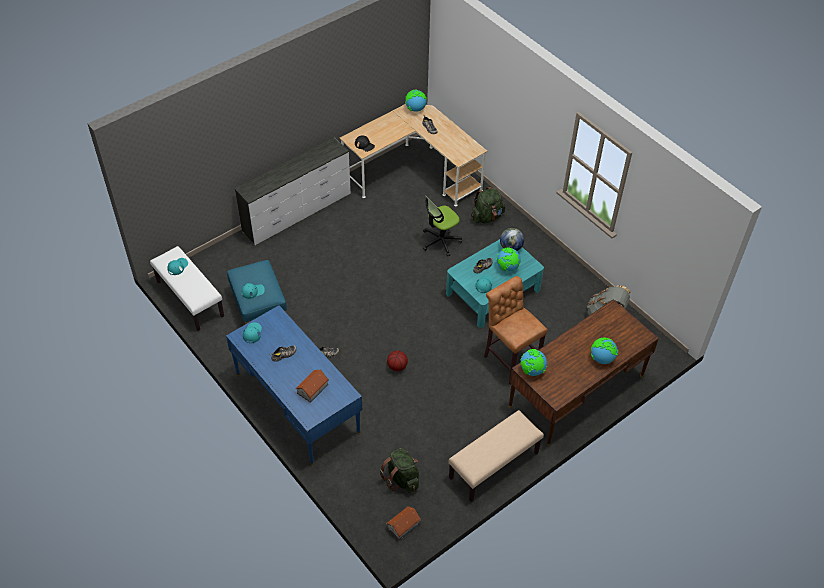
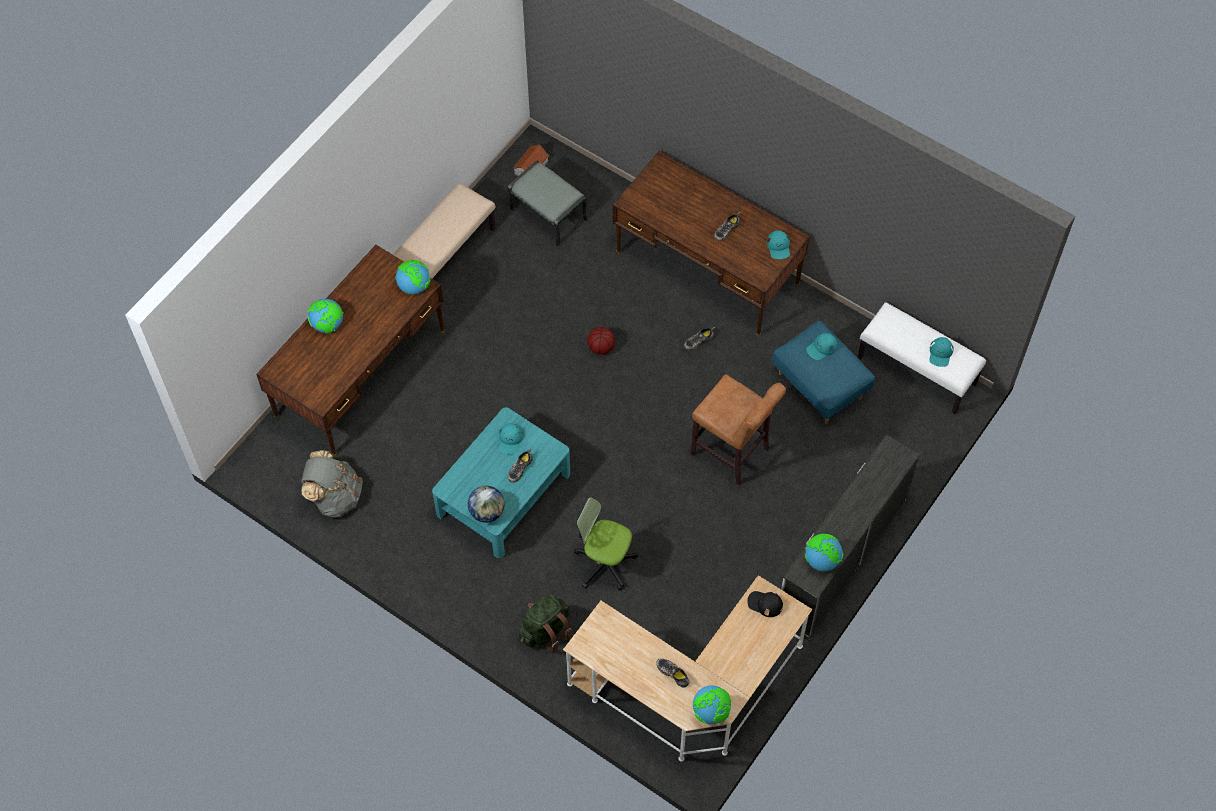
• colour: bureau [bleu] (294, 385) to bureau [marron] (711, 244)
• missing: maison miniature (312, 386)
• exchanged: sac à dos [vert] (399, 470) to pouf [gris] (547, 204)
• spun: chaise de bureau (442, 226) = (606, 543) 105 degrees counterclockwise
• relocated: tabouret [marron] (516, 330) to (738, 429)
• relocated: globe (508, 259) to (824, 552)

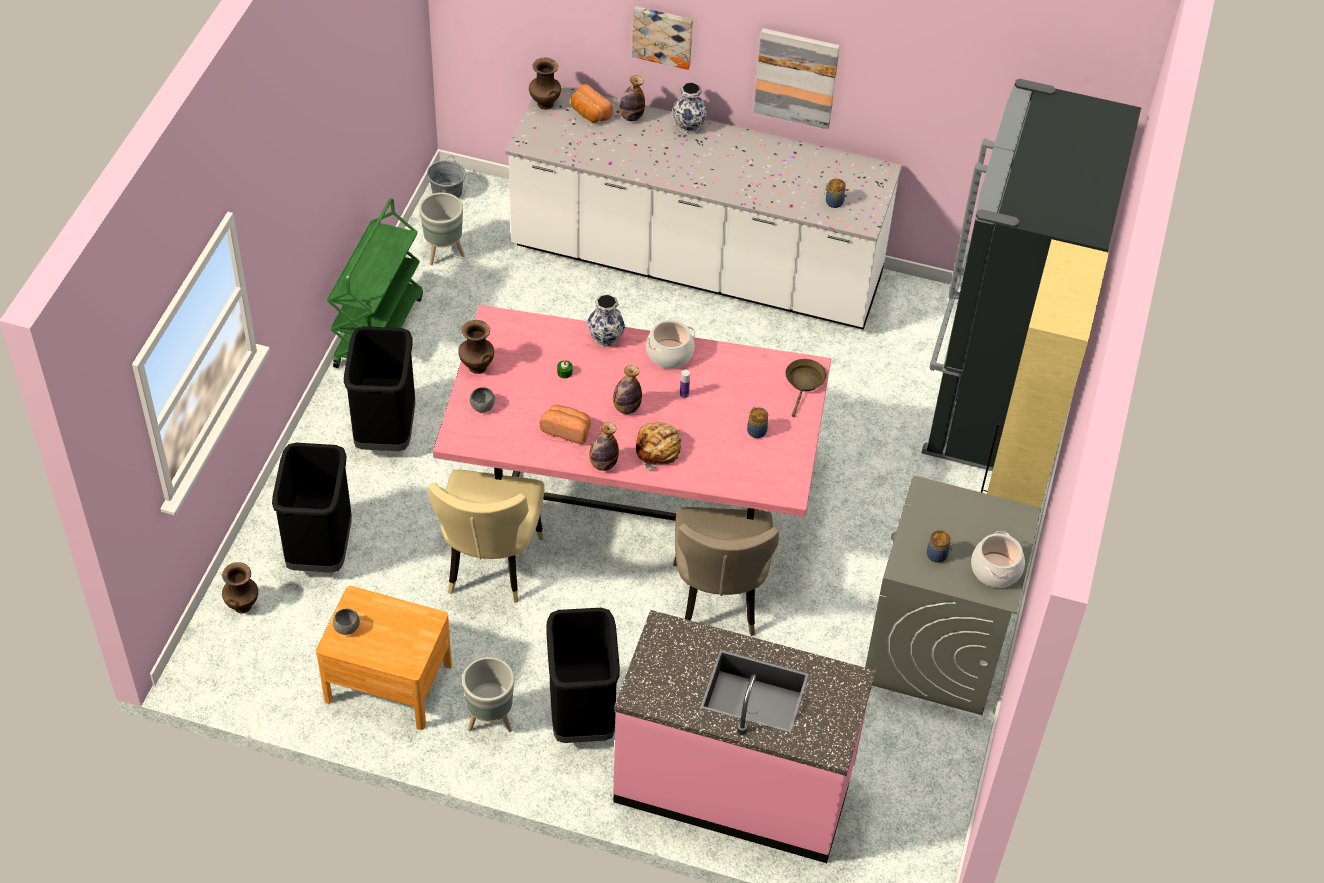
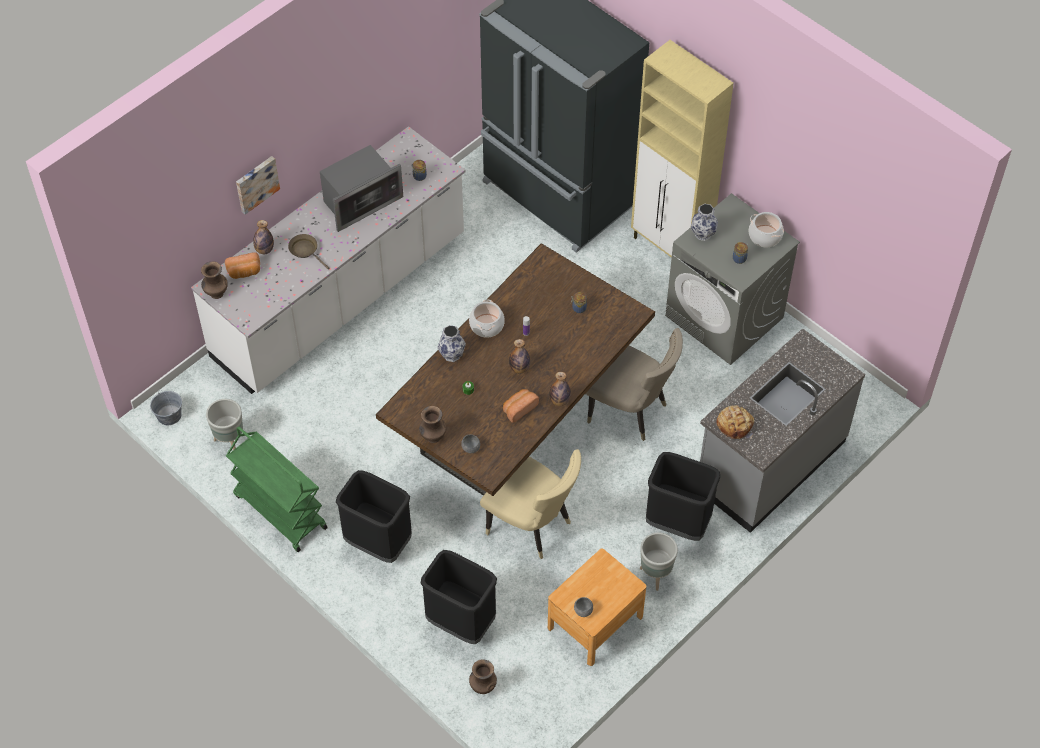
• colour: table à manger [rose] (632, 413) to table à manger [marron] (515, 369)
• colour: comptoir de cuisine [rose] (744, 736) to comptoir de cuisine [gris] (782, 430)
• relocated: pain (658, 446) to (735, 422)
• relocated: vase (689, 108) to (704, 222)
• missing: tableau (797, 78)
• relocated: poêle [marron] (805, 388) to (308, 251)
• appeared: micro-ondes (361, 188)

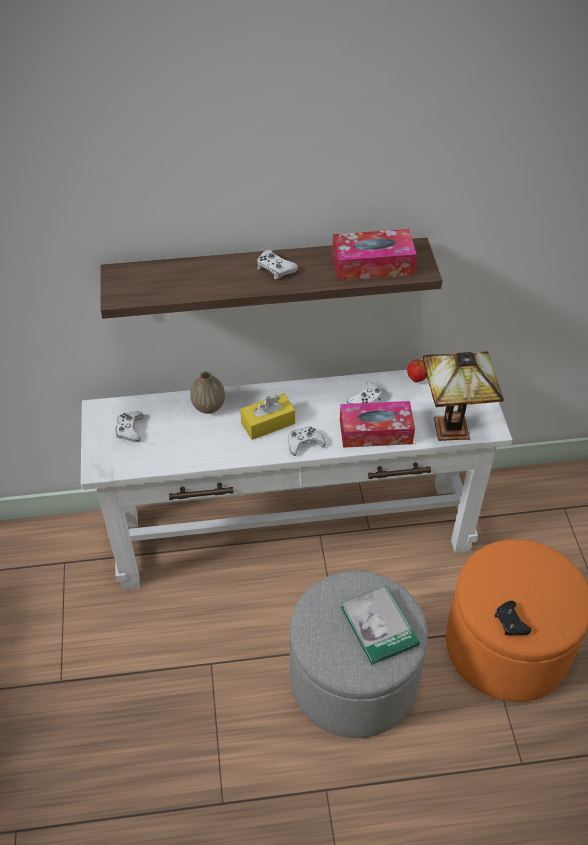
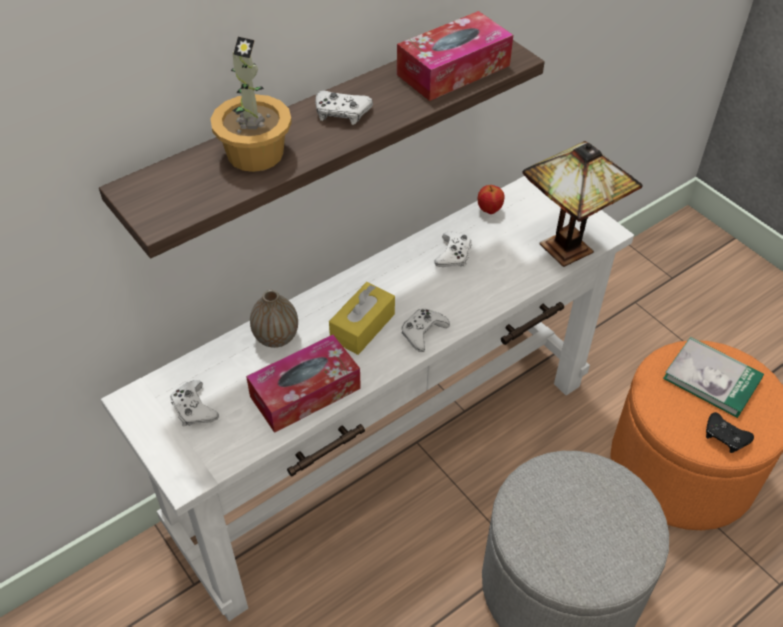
• relocated: boîte à mouchoirs (377, 424) to (303, 384)
• relocated: livre (380, 625) to (713, 377)
• appeared: plante en pot (251, 104)

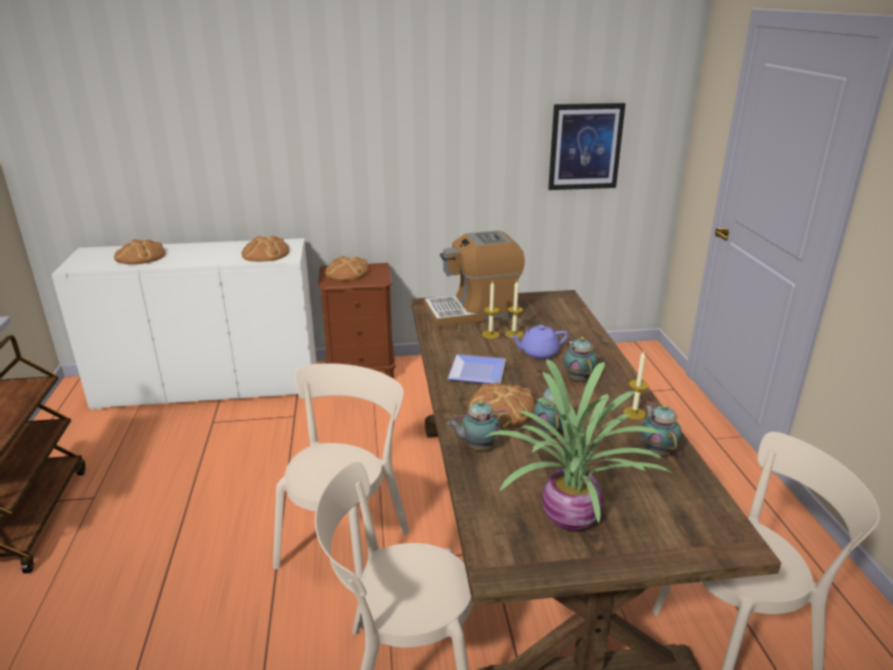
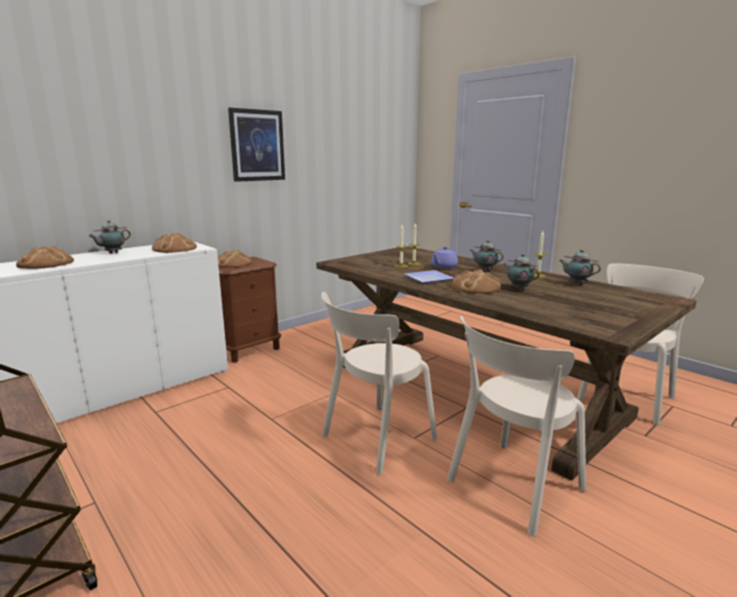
• spun: chaise [beige] (341, 472) = (379, 383) 120 degrees counterclockwise
• missing: machine à café (474, 278)
• relocated: théière (479, 425) to (110, 237)
• missing: plante en pot (578, 445)
• relocated: tableau (587, 146) to (256, 145)

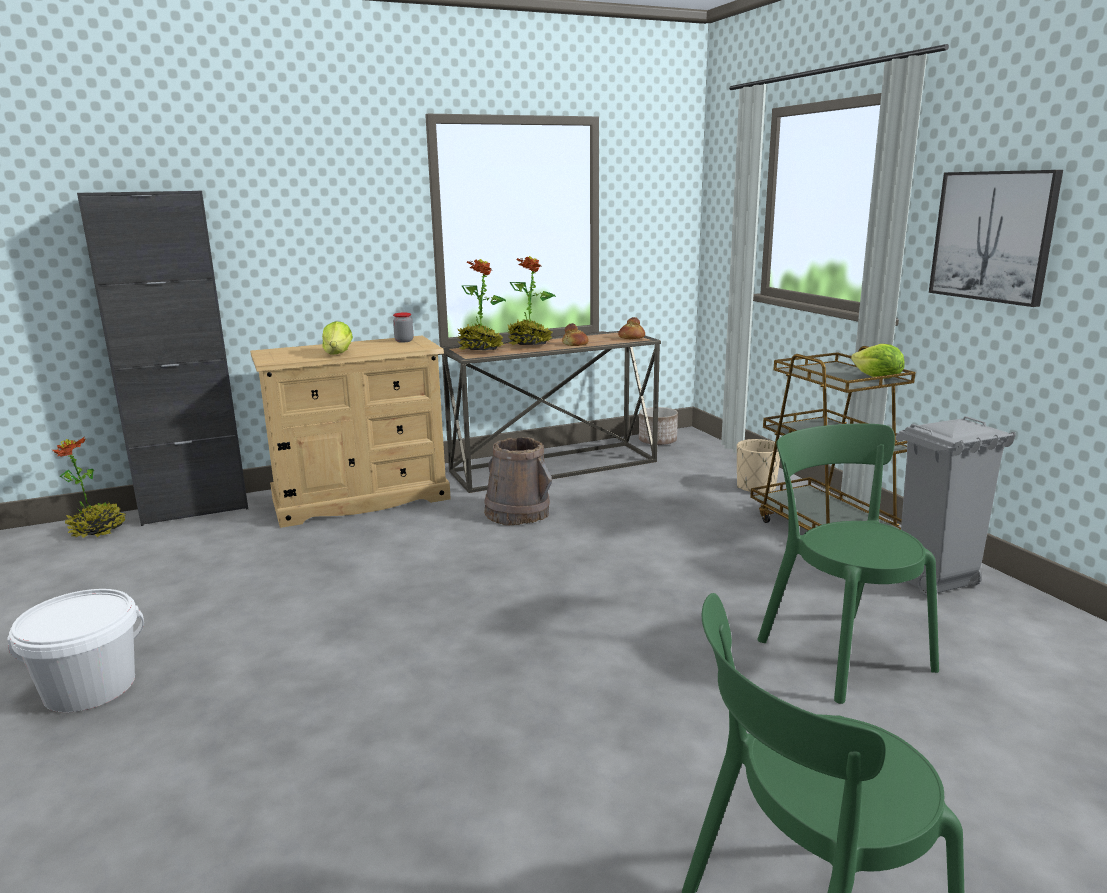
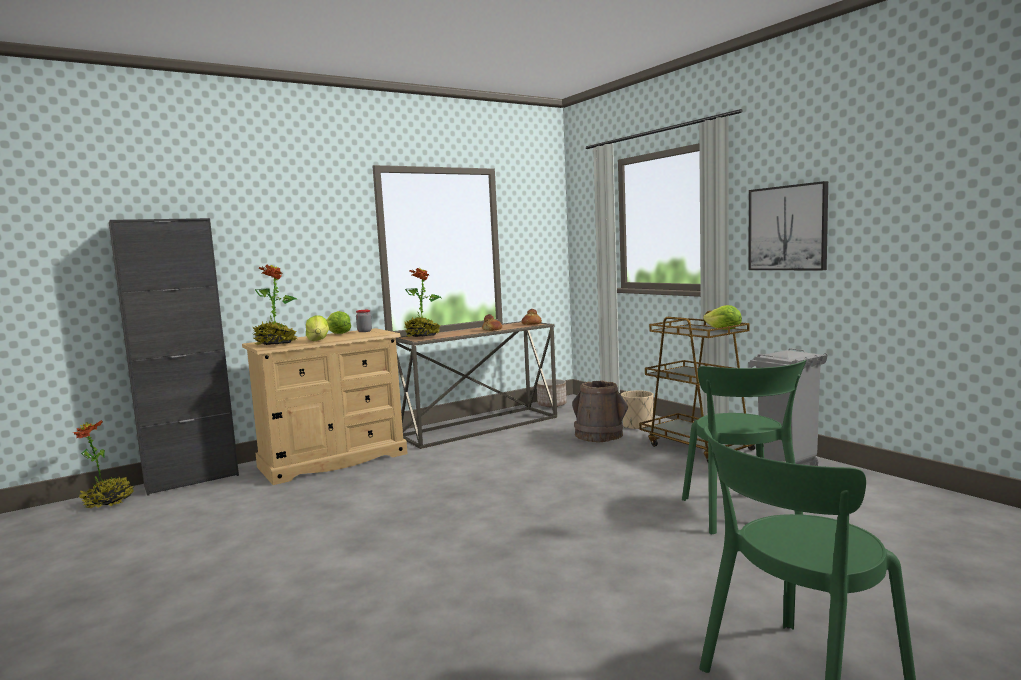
• missing: seau [blanc] (75, 651)
• relocated: seau [marron] (518, 481) to (600, 411)
• relocated: plante en pot (531, 300) to (275, 305)
• spun: chaise [vert] (848, 564) = (744, 447) 150 degrees counterclockwise
• appeared: laitue (339, 322)

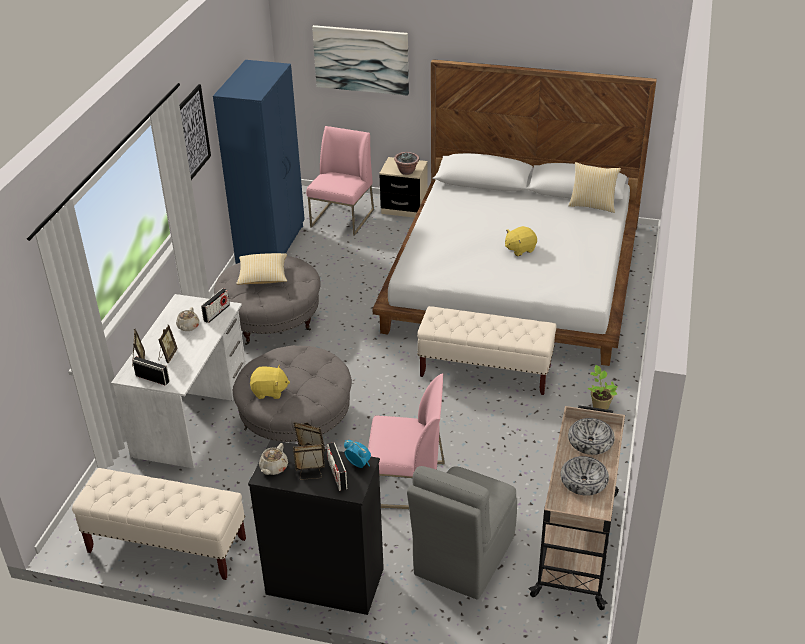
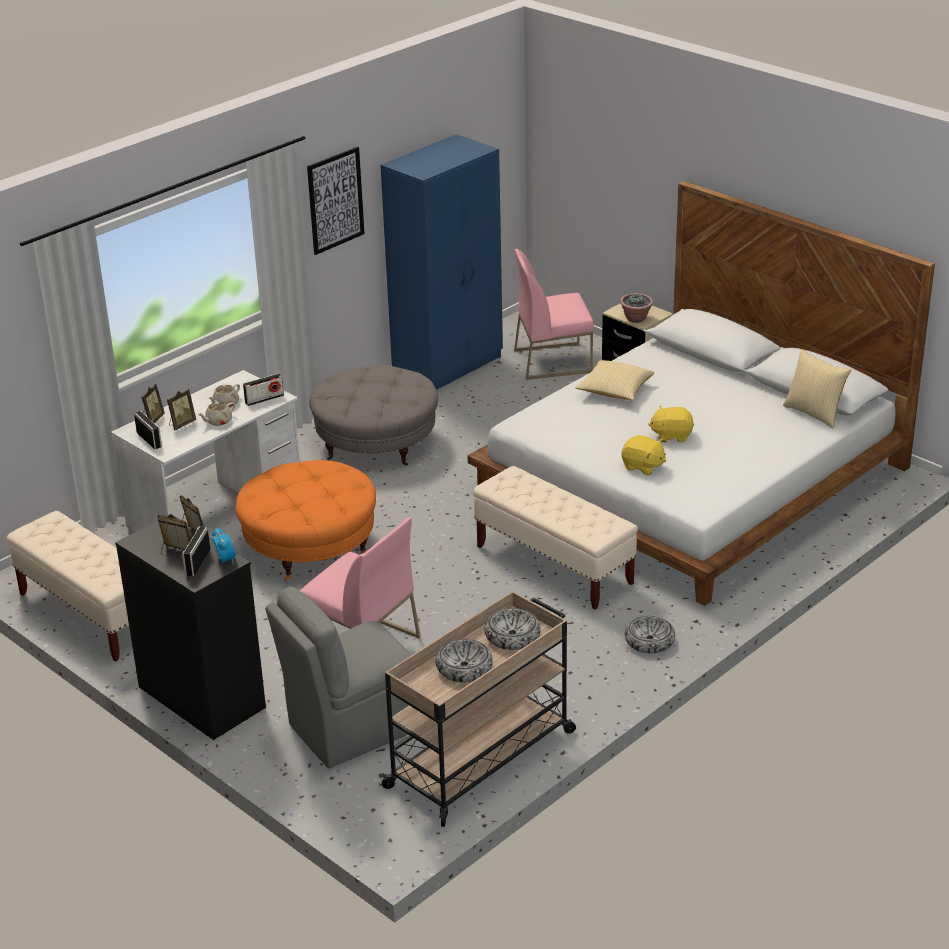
• colour: pouf [gris] (292, 393) to pouf [orange] (305, 520)
• relocated: coussin (261, 269) to (615, 380)
• relocated: peluche [jaune] (270, 382) to (644, 455)
• relocated: théière [beige] (273, 459) to (216, 414)
• spun: chaise [rose] (340, 181) = (554, 314) 150 degrees counterclockwise
• missing: tableau (360, 60)
• exchanged: plante en pot (602, 387) to bol (650, 634)

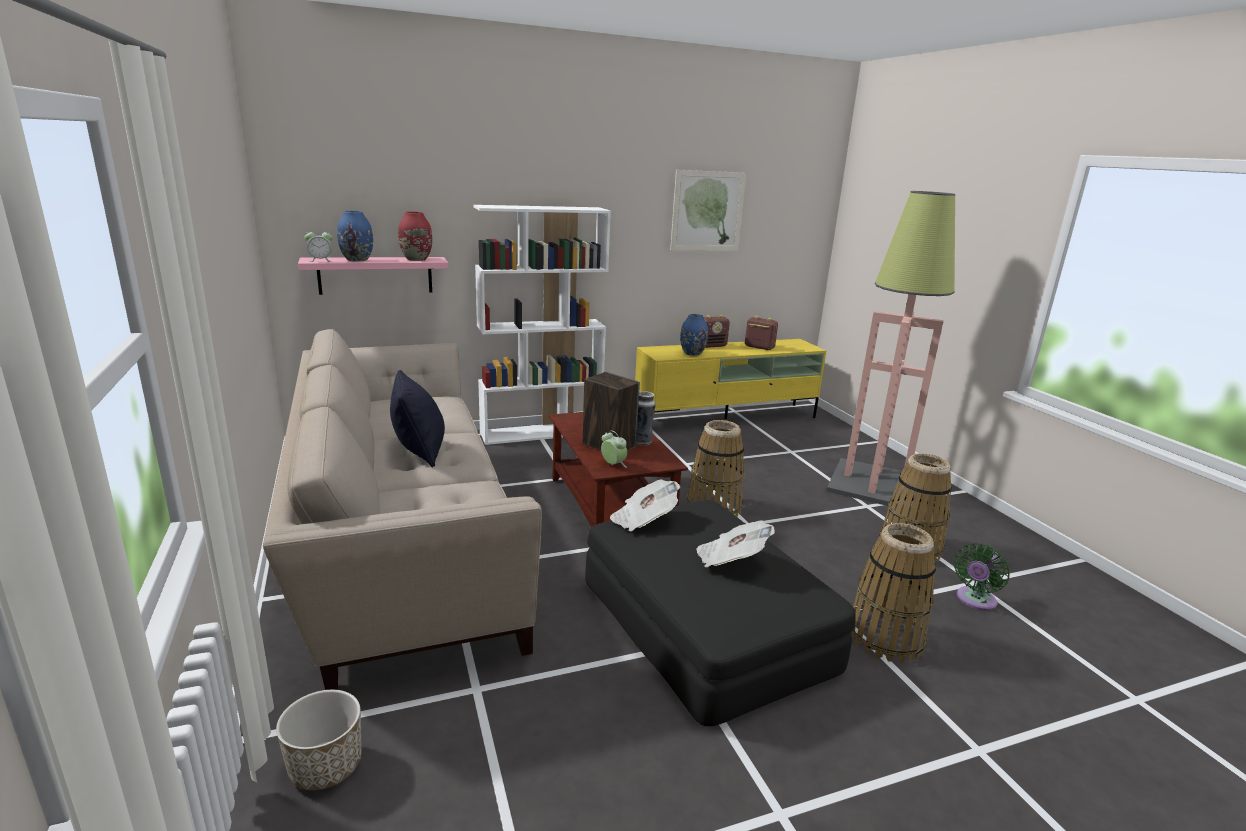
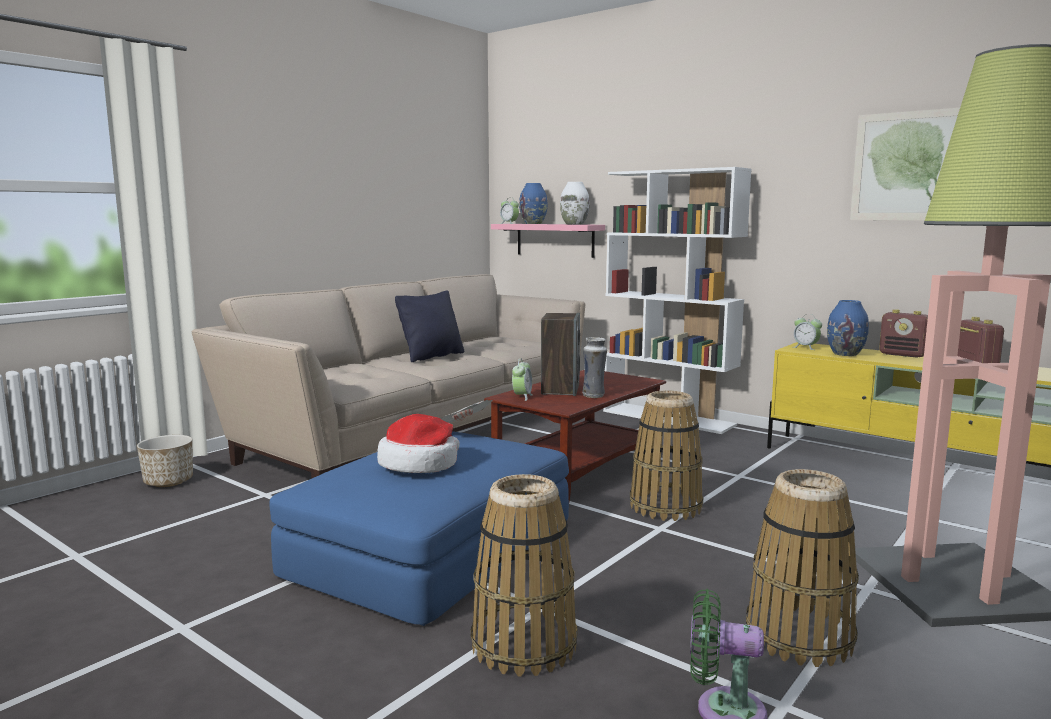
• colour: vase [rouge] (415, 236) to vase [blanc] (575, 203)
• colour: pouf [noir] (720, 613) to pouf [bleu] (419, 528)
• exchanged: journal (735, 543) to chapeau (418, 443)
• appeared: réveil (808, 332)

